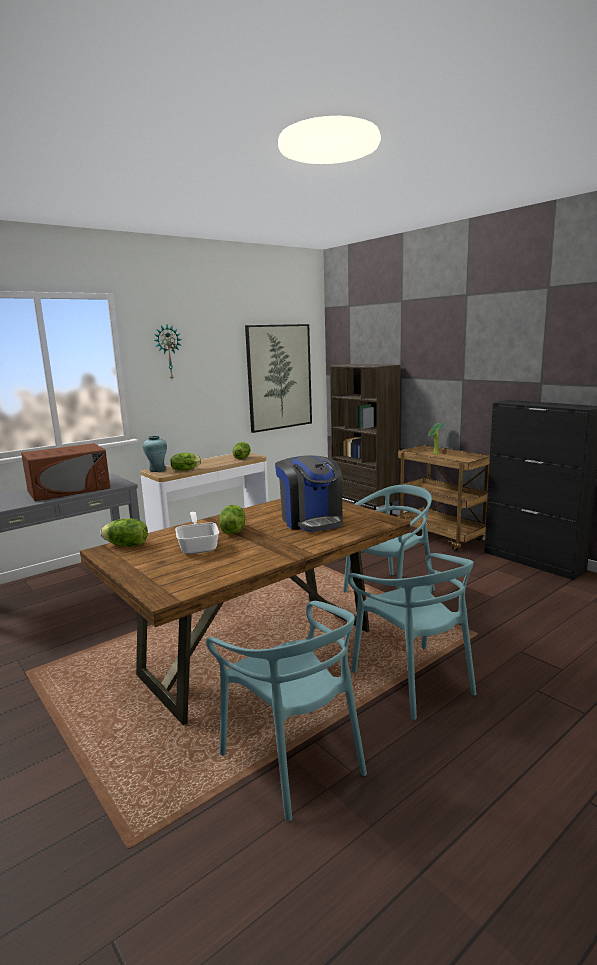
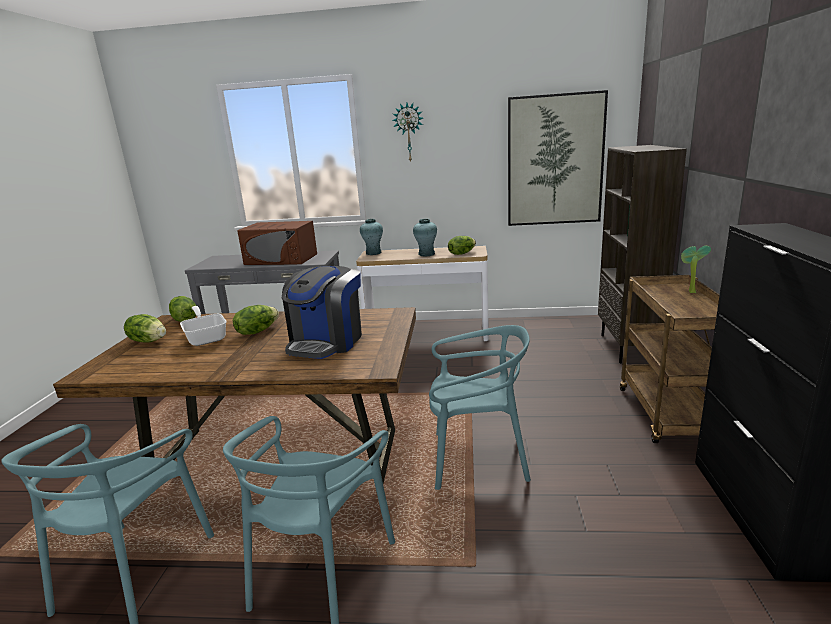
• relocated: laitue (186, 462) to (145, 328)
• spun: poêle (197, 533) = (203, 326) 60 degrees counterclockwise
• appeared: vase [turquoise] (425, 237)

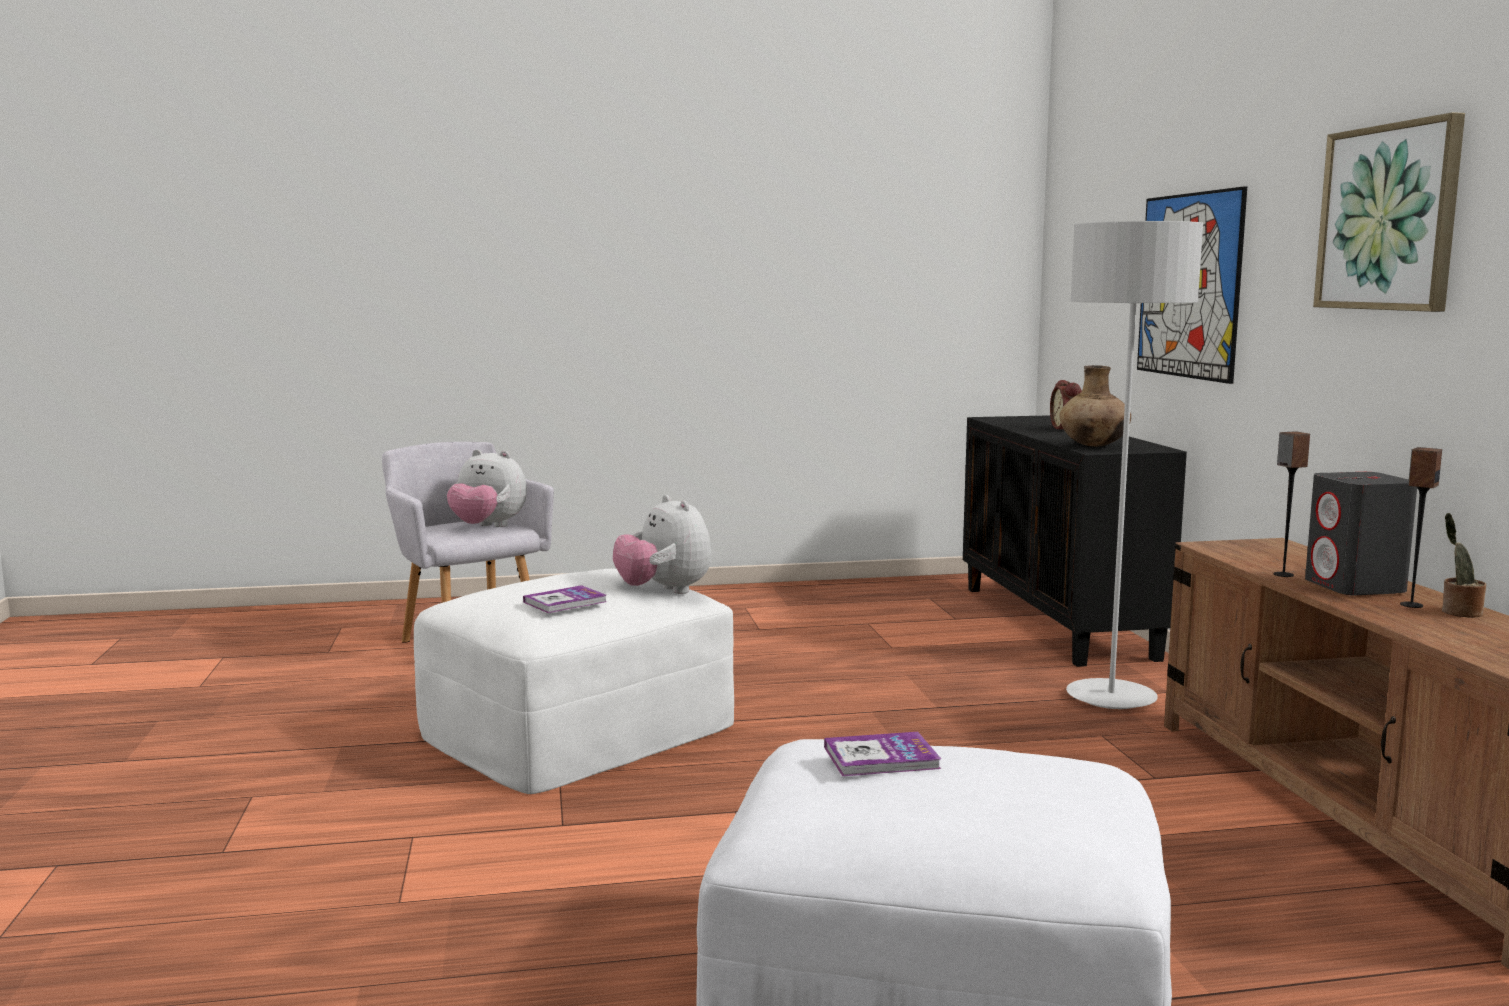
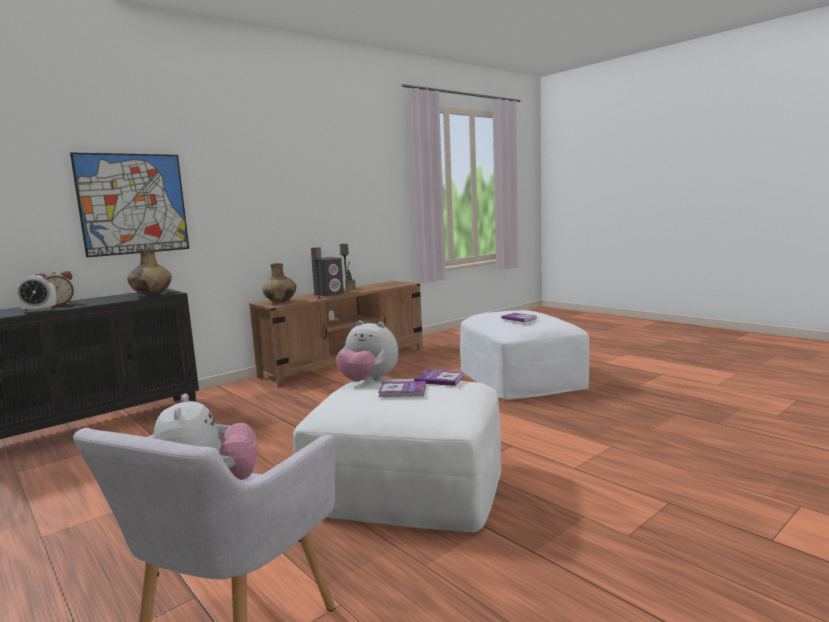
• spun: peluche (662, 544) = (367, 351) 90 degrees clockwise
• missing: lampadaire [gris] (1134, 465)
• missing: tableau (1389, 212)
• appeared: réveil (36, 294)
• appeared: vase [marron] (279, 283)
• appeared: livre (402, 389)

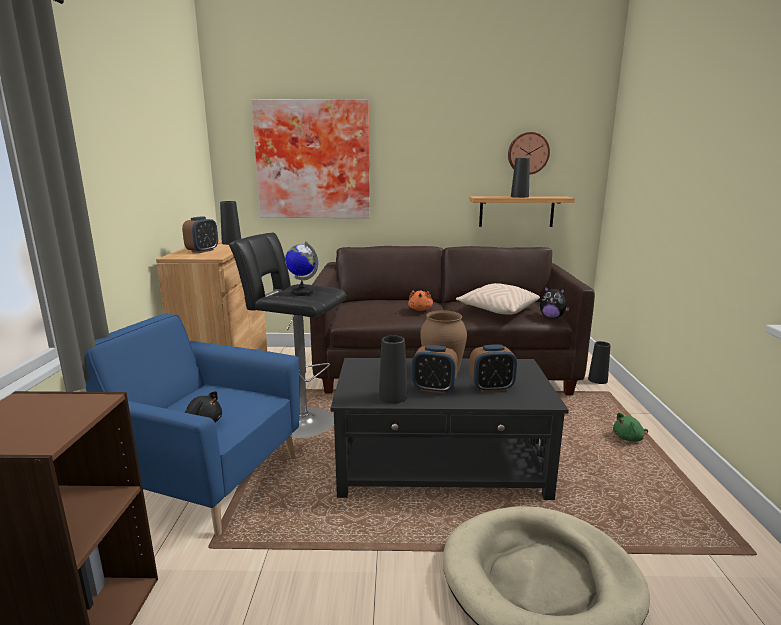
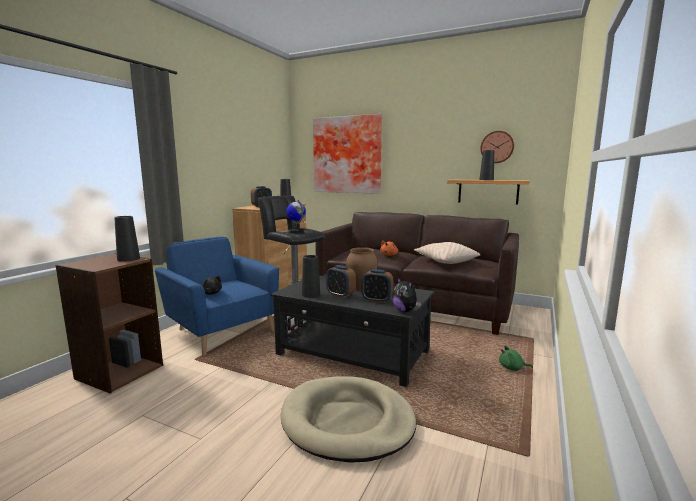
• relocated: peluche (555, 302) to (406, 295)
• relocated: vase [noir] (599, 362) to (127, 239)

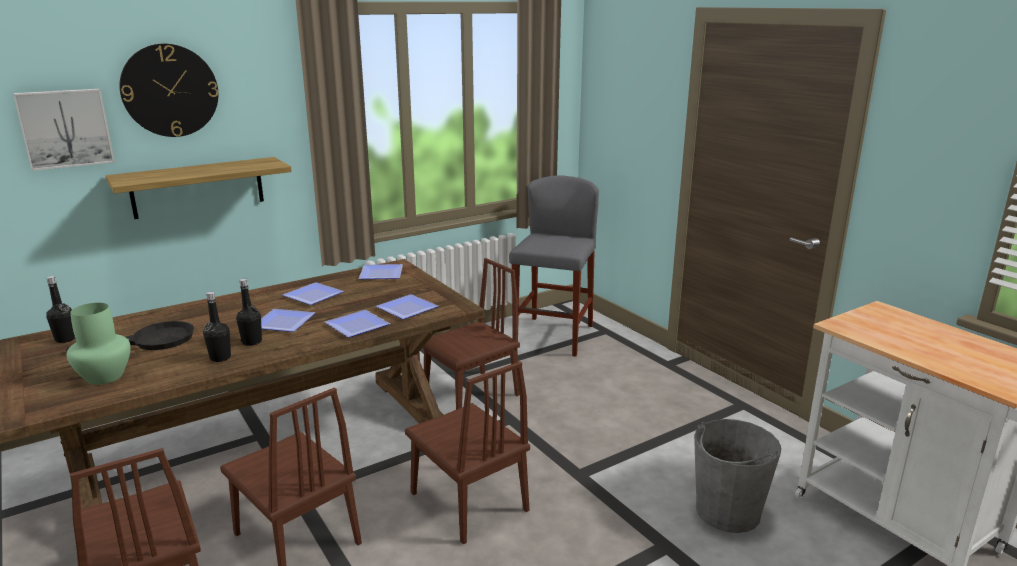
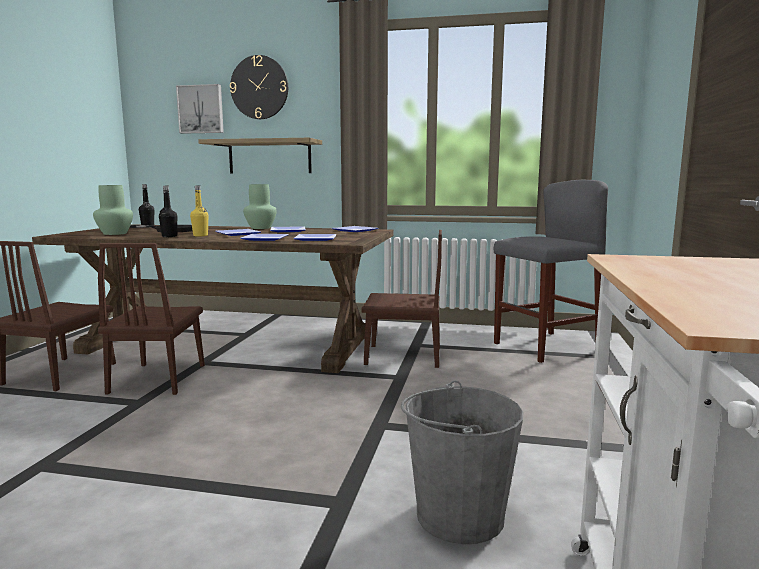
• colour: bouteille [noir] (249, 312) to bouteille [jaune] (199, 210)
• missing: chaise [marron] (467, 453)
• appeared: vase [vert] (260, 206)

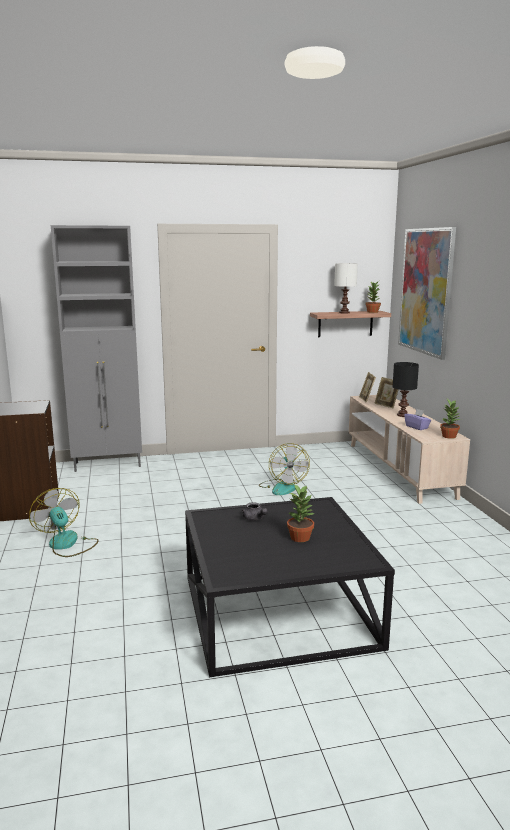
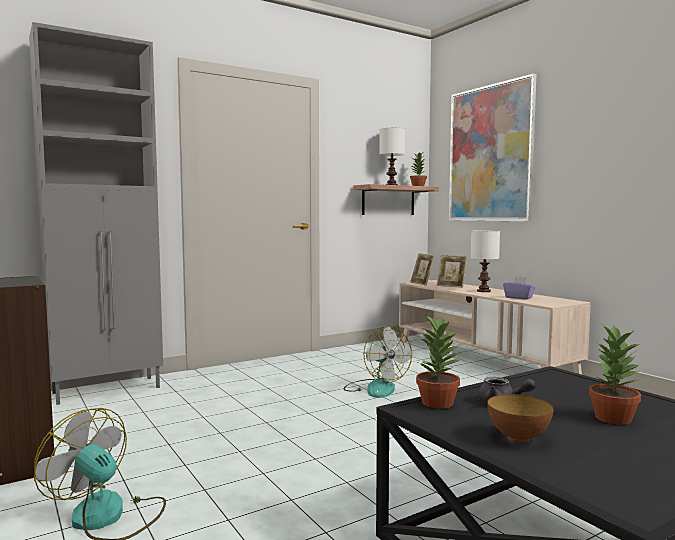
• colour: lampe de table [noir] (406, 389) to lampe de table [blanc] (485, 261)
• relocated: plante en pot (450, 419) to (438, 362)
• appeared: bol (520, 418)

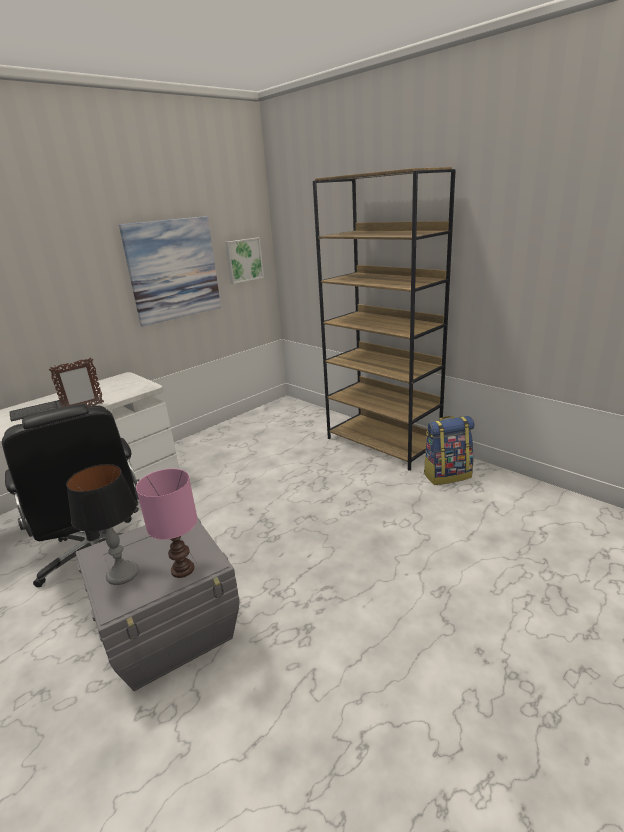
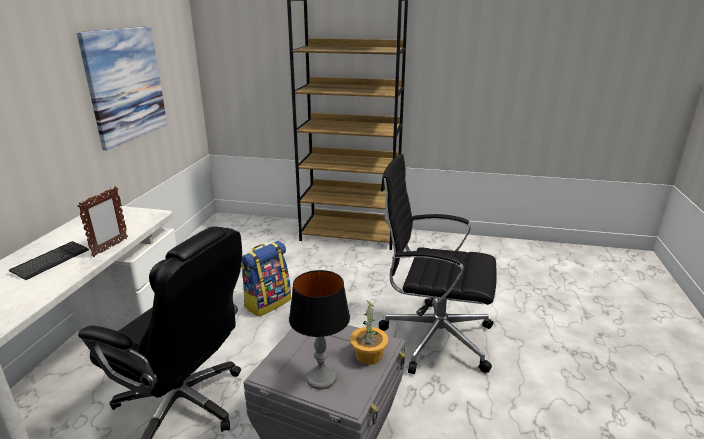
• exchanged: lampe de table [rose] (167, 523) to plante en pot (369, 333)
• missing: tableau (244, 261)
• relocated: sac à dos (449, 450) to (266, 279)
• appeared: chaise de bureau [noir] (438, 264)

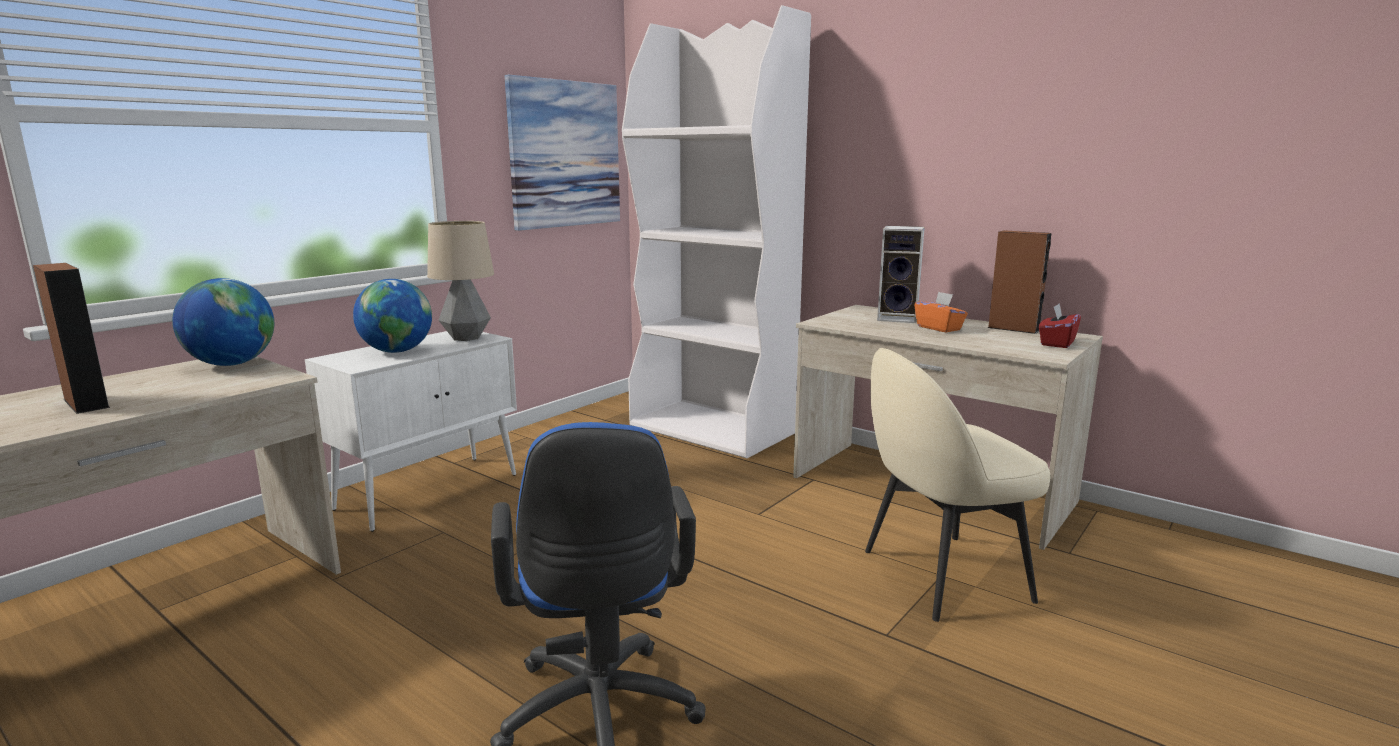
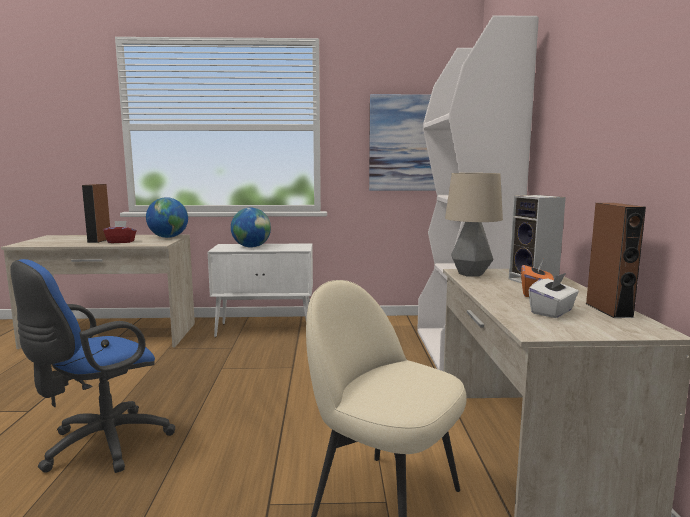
• relocated: lampe de table (460, 281) to (474, 225)
• relocated: boîte à mouchoirs [rouge] (1060, 325) to (119, 232)
• appeared: boîte à mouchoirs [blanc] (554, 295)

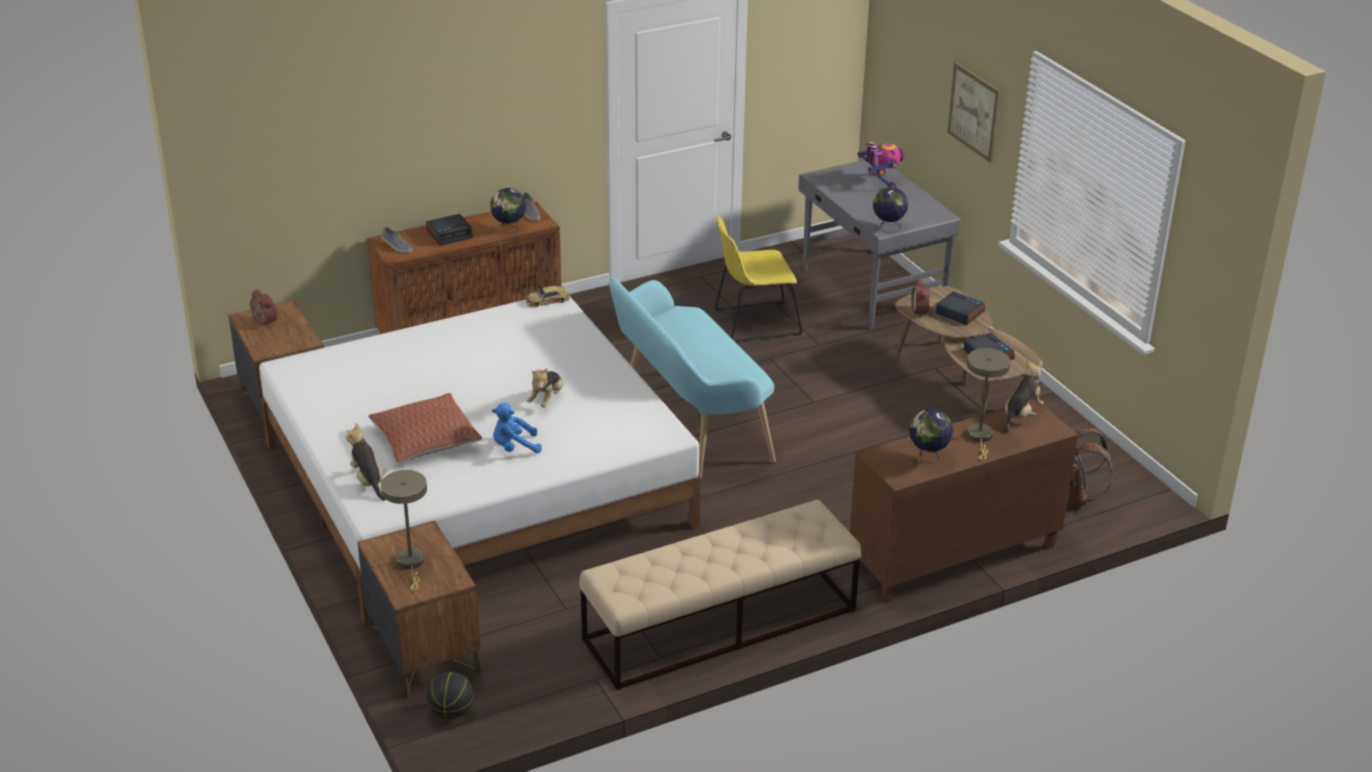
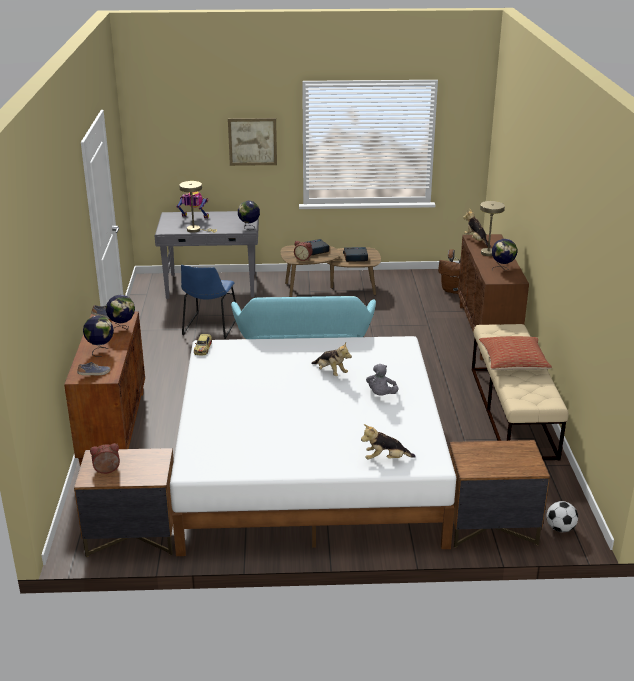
• relocated: coussin (425, 428) to (515, 353)
• relocated: lampe de table [beige] (404, 530) to (198, 207)
• exchanged: réveil (449, 230) to globe (98, 336)
• exchanged: ballon de basket (450, 695) to ballon de foot (562, 516)
• colour: peluche [bleu] (517, 428) to peluche [gris] (382, 380)
• colour: chaise [jaune] (759, 279) to chaise [bleu] (208, 302)

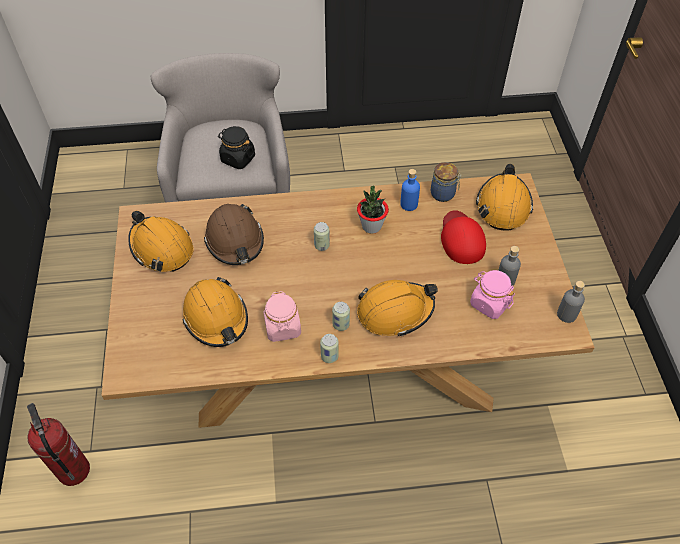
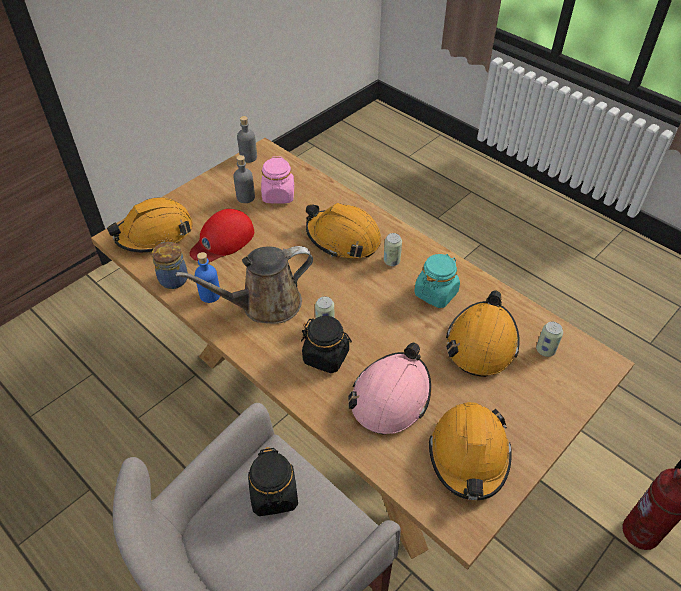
• colour: casque de chantier [marron] (234, 234) to casque de chantier [rose] (389, 388)
• colour: bocal [rose] (282, 316) to bocal [turquoise] (437, 281)
• relocated: boîte métallique (329, 348) to (549, 339)
• exchanged: plante en pot (373, 210) to arrosoir [marron] (244, 285)
• appeared: bocal [noir] (326, 344)

